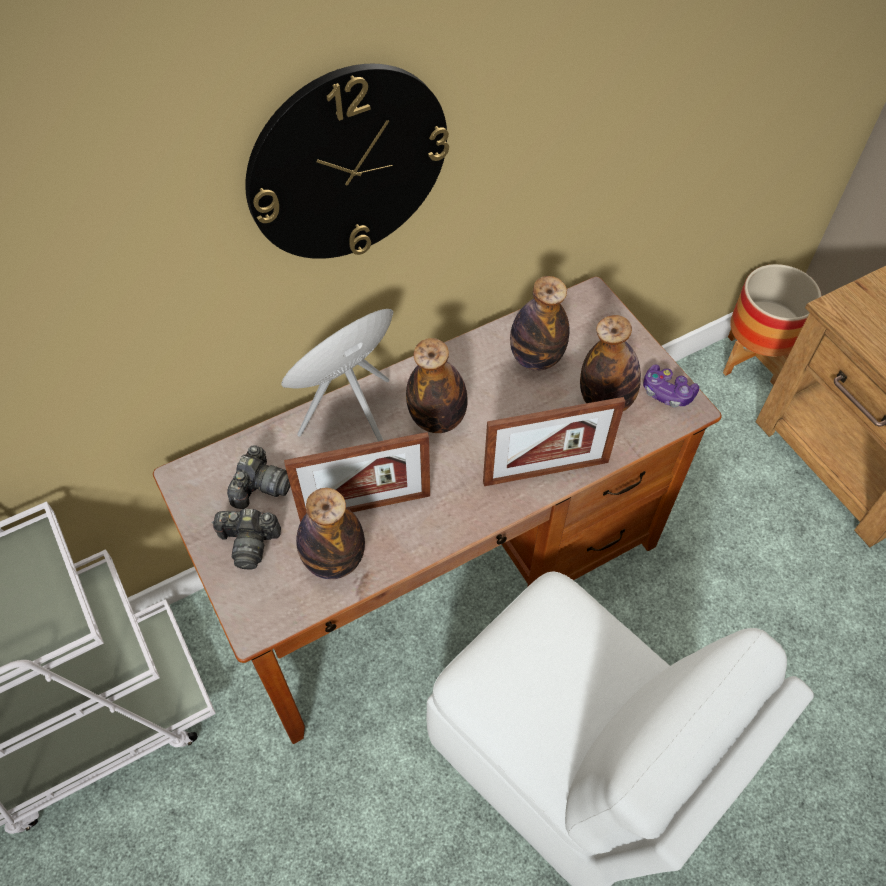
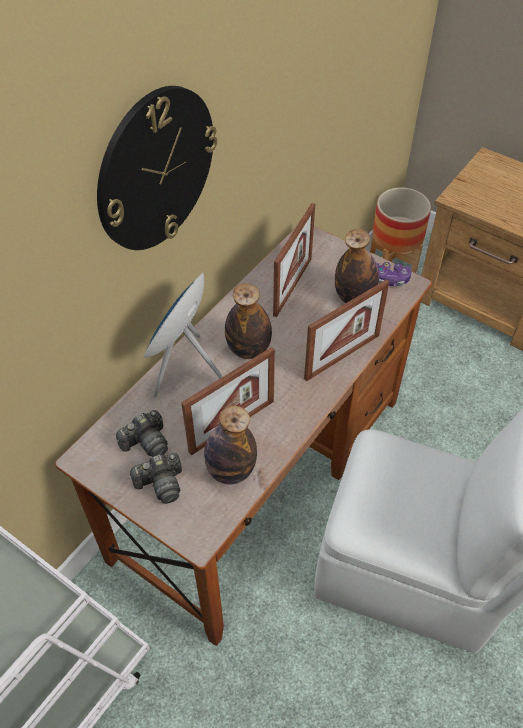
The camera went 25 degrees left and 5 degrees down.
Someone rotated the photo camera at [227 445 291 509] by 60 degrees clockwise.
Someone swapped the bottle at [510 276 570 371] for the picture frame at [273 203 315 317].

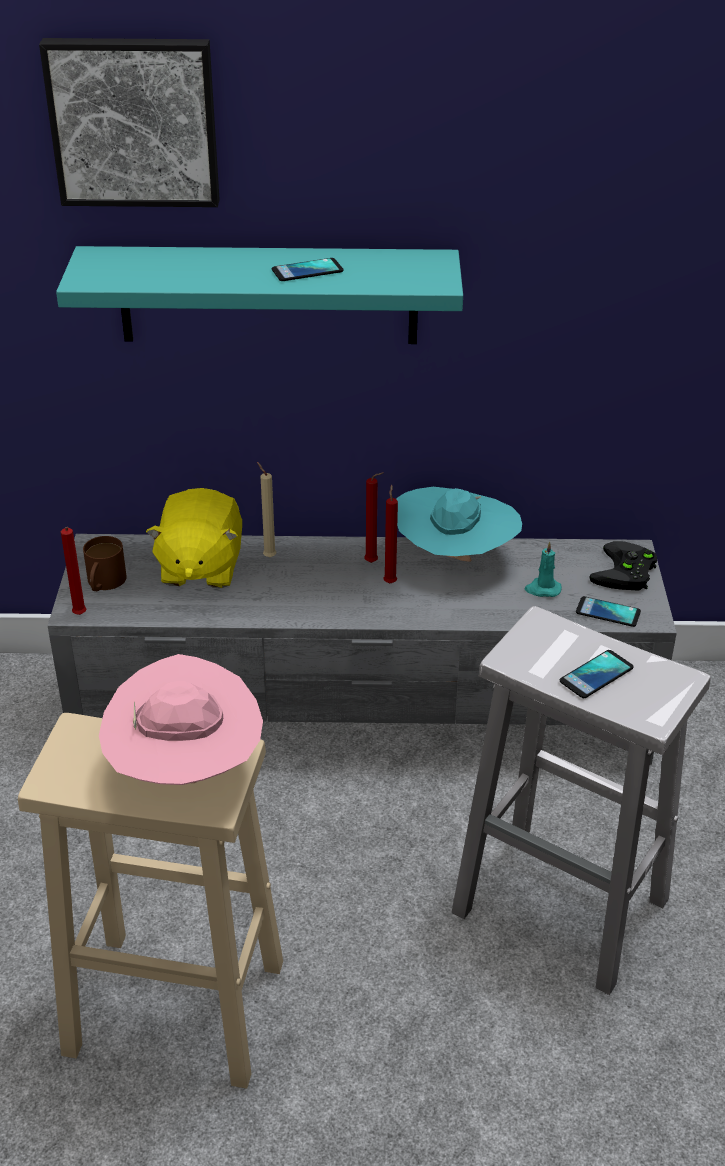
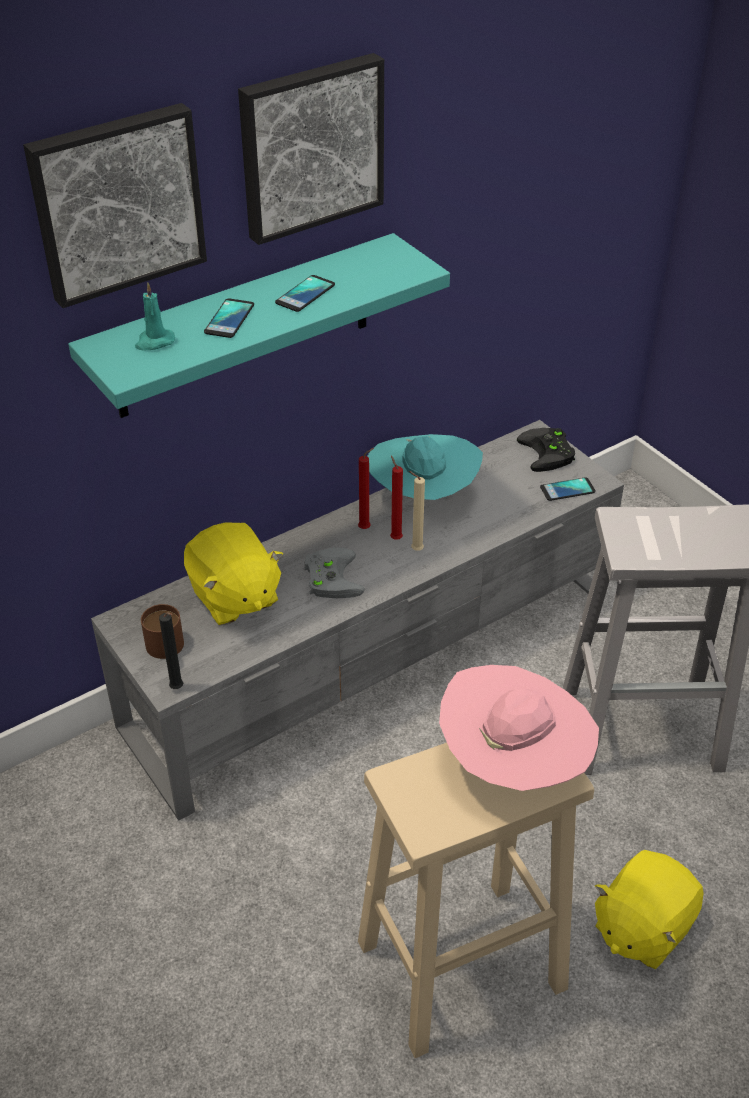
The camera went 35 degrees left and 5 degrees up.
Someone carried the turquoise candle from [525 541 562 597] to [135 283 175 351].
Someone repainted the red candle at [61 527 86 615], which became the black candle at [159 612 183 689].
Someone carried the phone from [560 650 634 698] to [204 298 254 338].
Someone put up the picture at [238 53 384 245].
Someone put down the grey game controller at [304 547 365 598].
Someone carried the beige candle from [257 462 276 557] to [409 471 425 551].
Someone put down the yellow plush toy at [595 850 704 969].

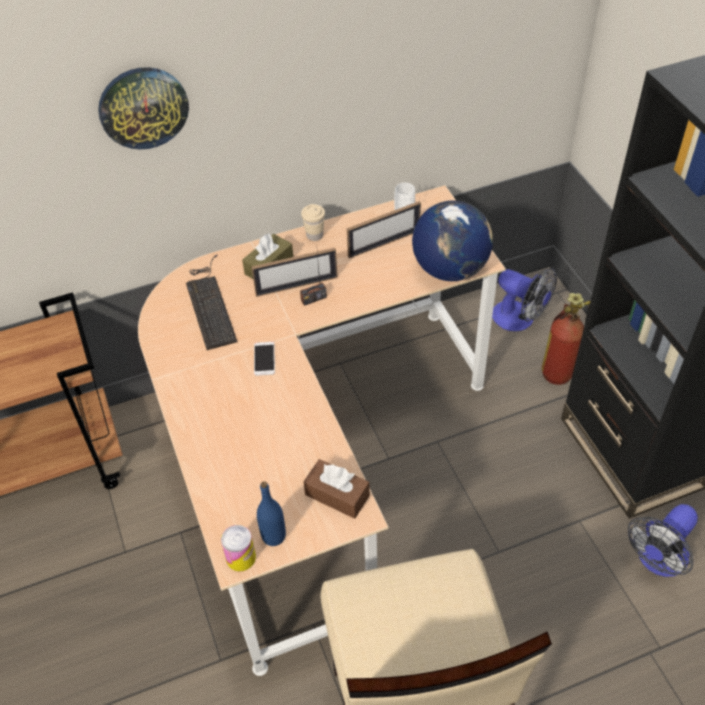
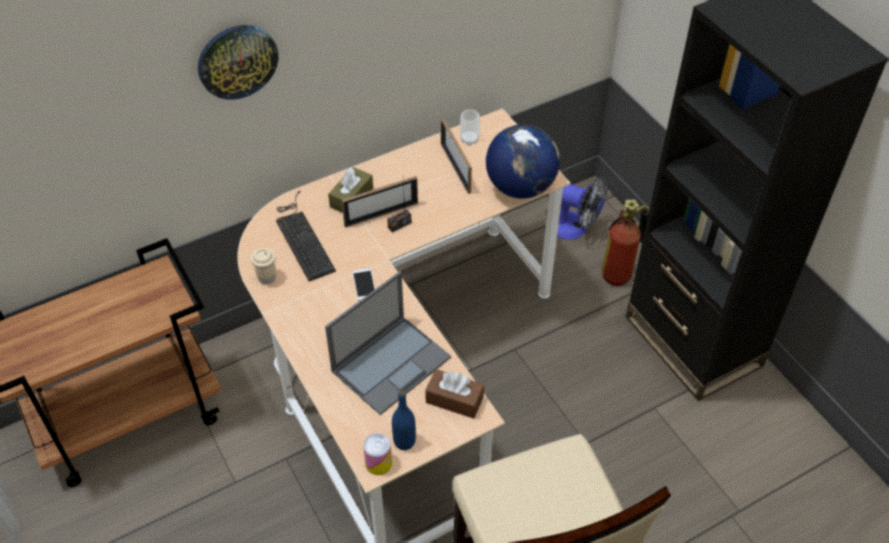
The camera went 10 degrees left and 0 degrees up.
Someone carried the beige cup from [301 204 325 241] to [251 248 276 284].
Someone put down the laptop at [325 271 451 415].
Someone rotated the picture frame at [347 201 421 259] by 105 degrees clockwise.
Someone took away the fan at [628 504 698 577].

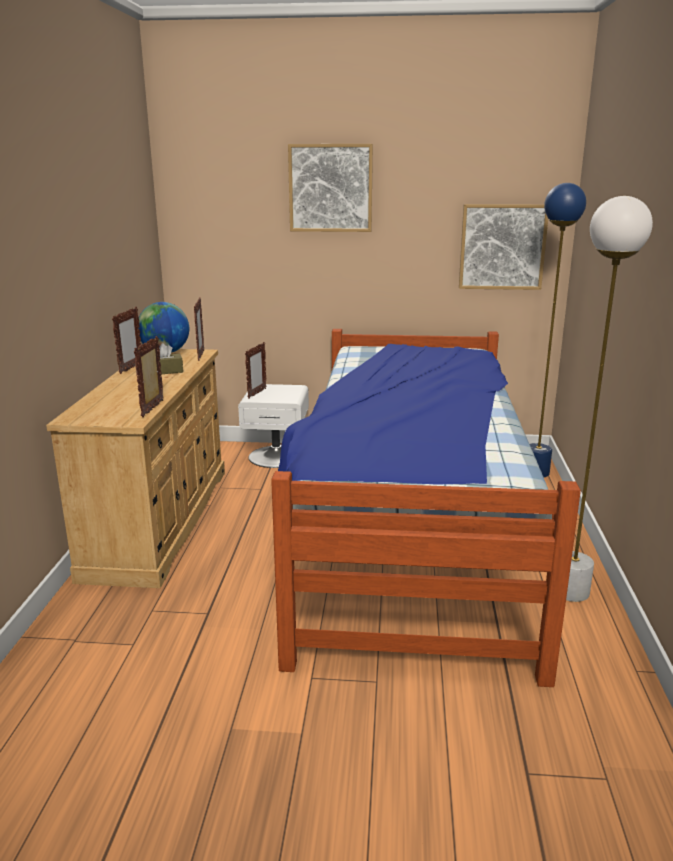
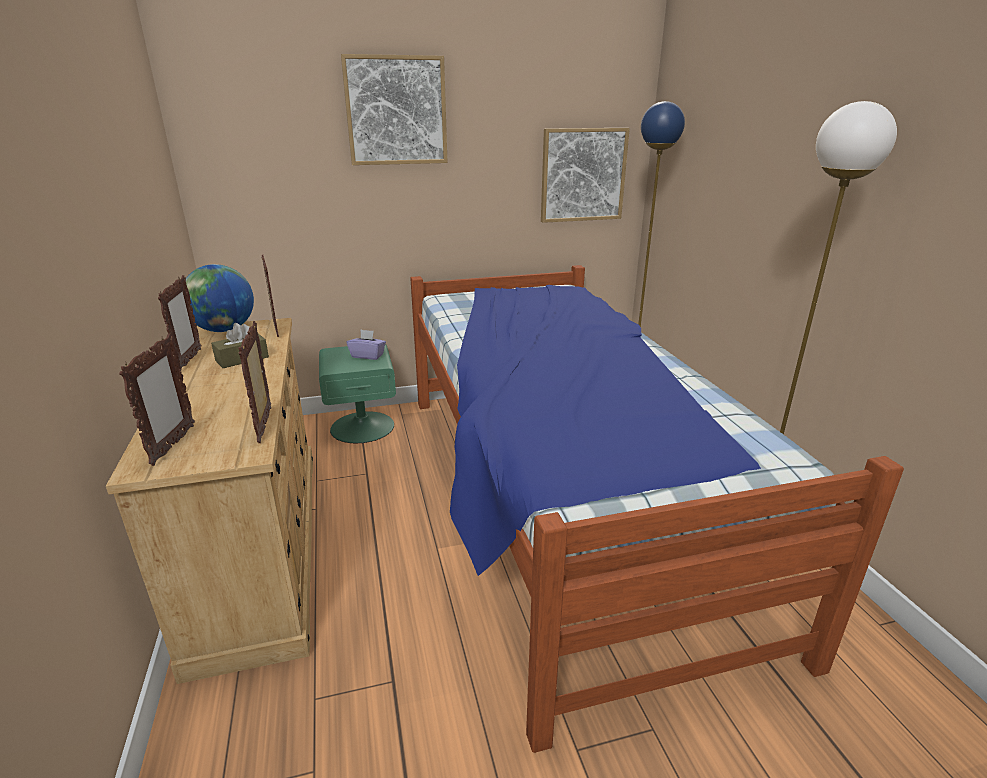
The camera went 20 degrees left and 5 degrees up.
Someone carried the picture frame from [245 342 267 399] to [119 334 195 466].
Someone repainted the white nightstand at [238 384 309 468], which became the green nightstand at [319 344 396 443].
Someone put down the purple tissue box at [347 330 386 360].

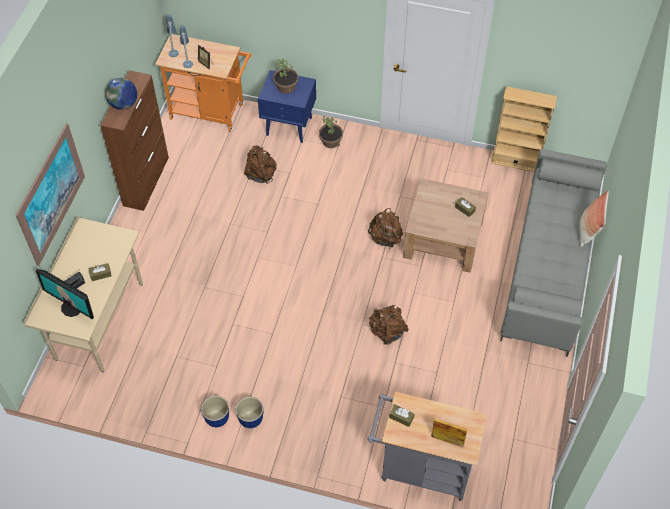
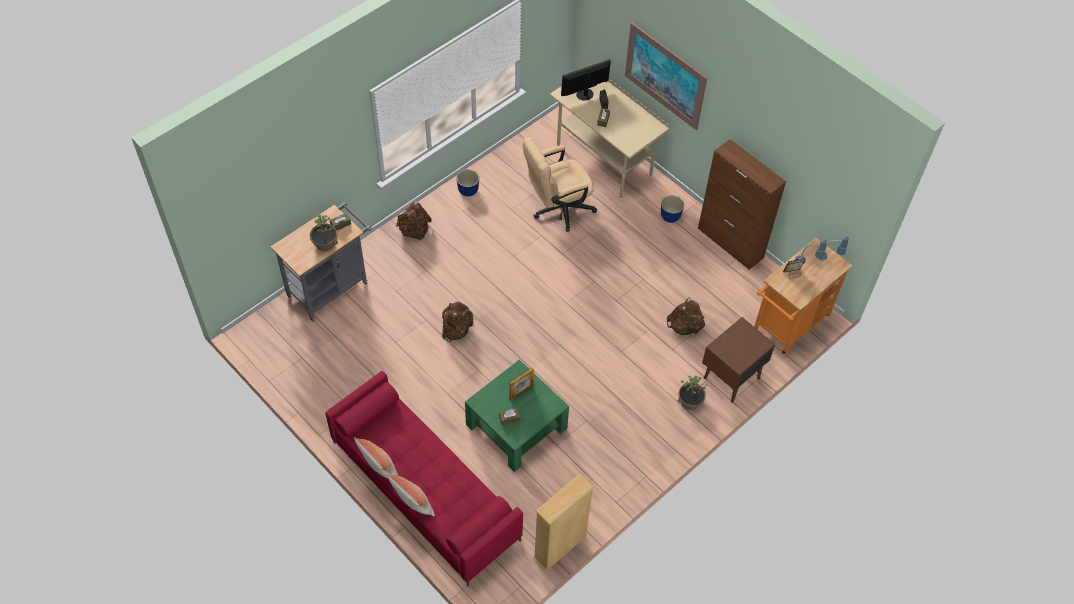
The camera went 120 degrees right and 0 degrees up.
Someone carried the potted plant from [273 58 299 94] to [310 213 338 251].
Someone repainted the grey sofa at [500 149 607 357], which became the red sofa at [325 371 523 586].
Someone put down the pillow at [354 437 398 478].
Someone carried the brown backpack from [368 208 403 248] to [396 202 432 241].
Someone repainted the brown coffee table at [403 178 489 273], which became the green coffee table at [465 360 569 472].
Someone carried the picture frame from [431 419 468 447] to [509 368 534 400].
Someone put down the beige office chair at [523 137 597 232].
Someone carried the planter from [236 397 263 428] to [661 196 684 223].
Someone repainted the blue nightstand at [258 70 316 143], which became the brown nightstand at [702 317 775 403].
Someone took away the globe at [105 78 137 110].

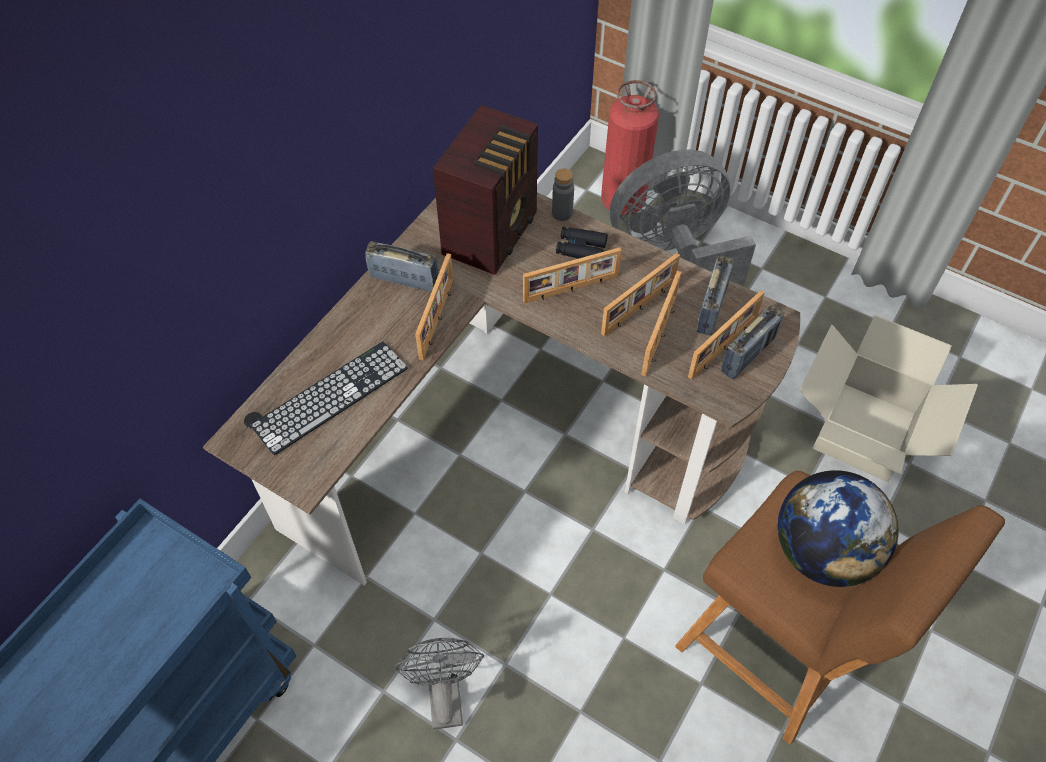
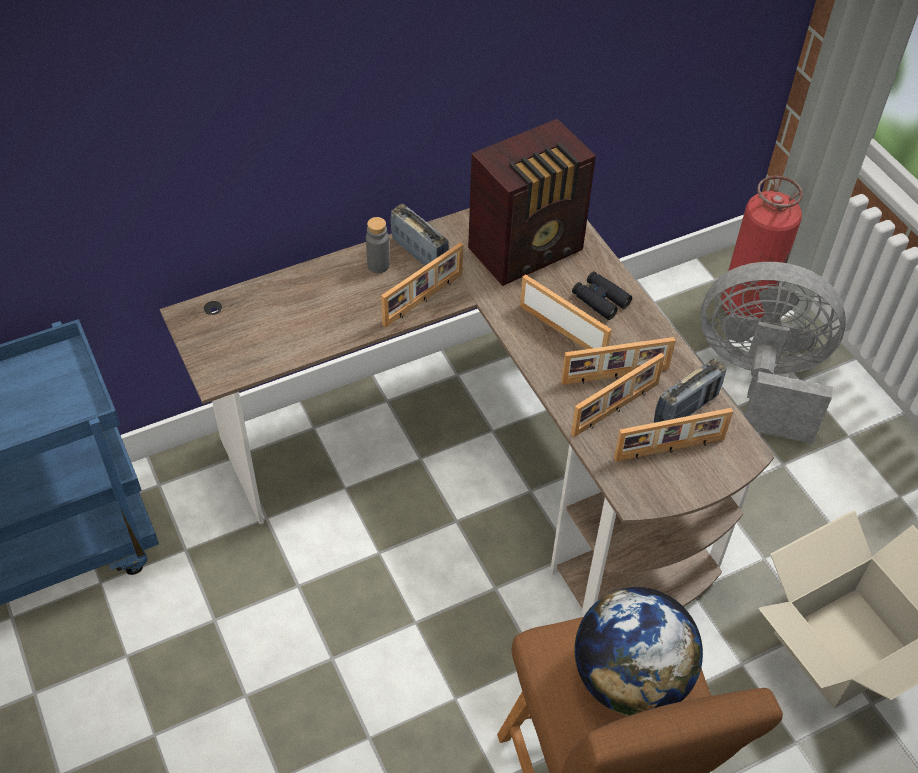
The camera went 30 degrees right and 5 degrees down.
Someone carried the grey bottle from [552 168 574 221] to [366 217 390 273].
Someone rotated the picture frame at [523 247 622 304] by 150 degrees counterclockwise.
Someone took away the keyboard at [250 342 408 456].
Someone took away the grey fan at [394 638 484 730].
Someone took away the radio at [721 305 784 379].

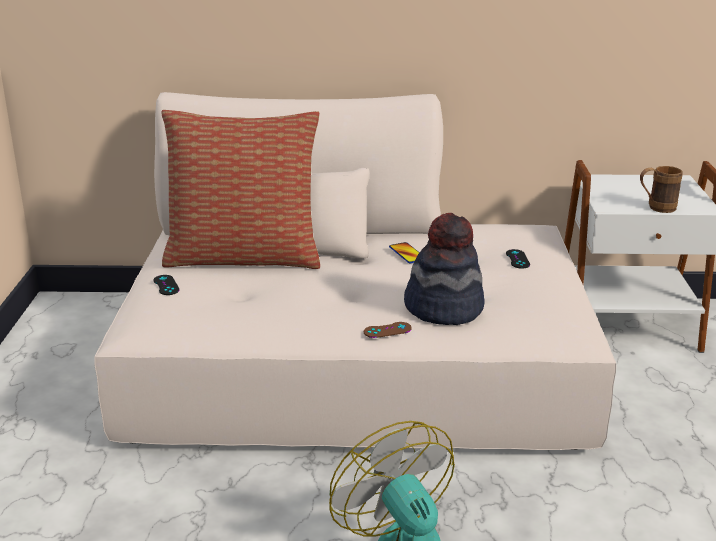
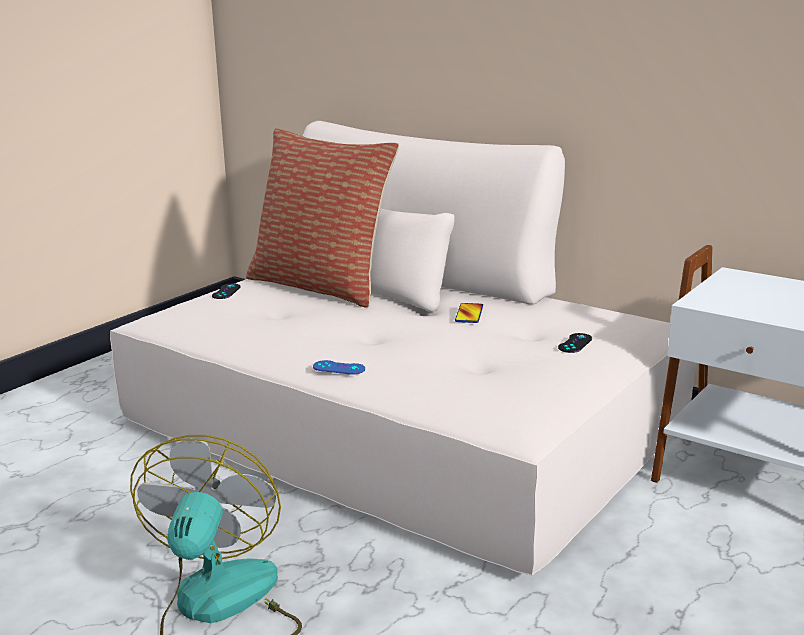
The camera went 35 degrees right and 5 degrees down.
Someone repainted the brown game controller at [364 322 412 338], which became the blue game controller at [313 360 365 375].
Someone took away the hat at [404 213 485 325].
Someone took away the brown mug at [640 166 683 213].

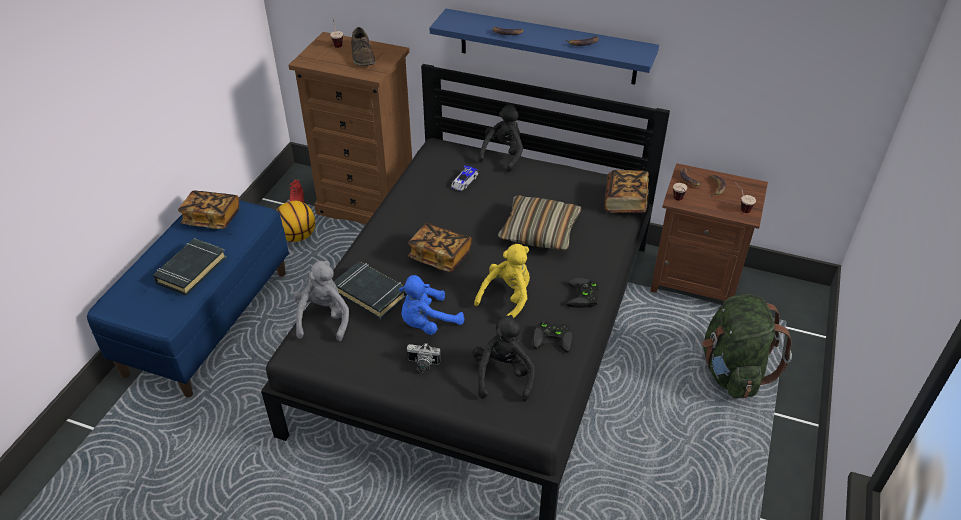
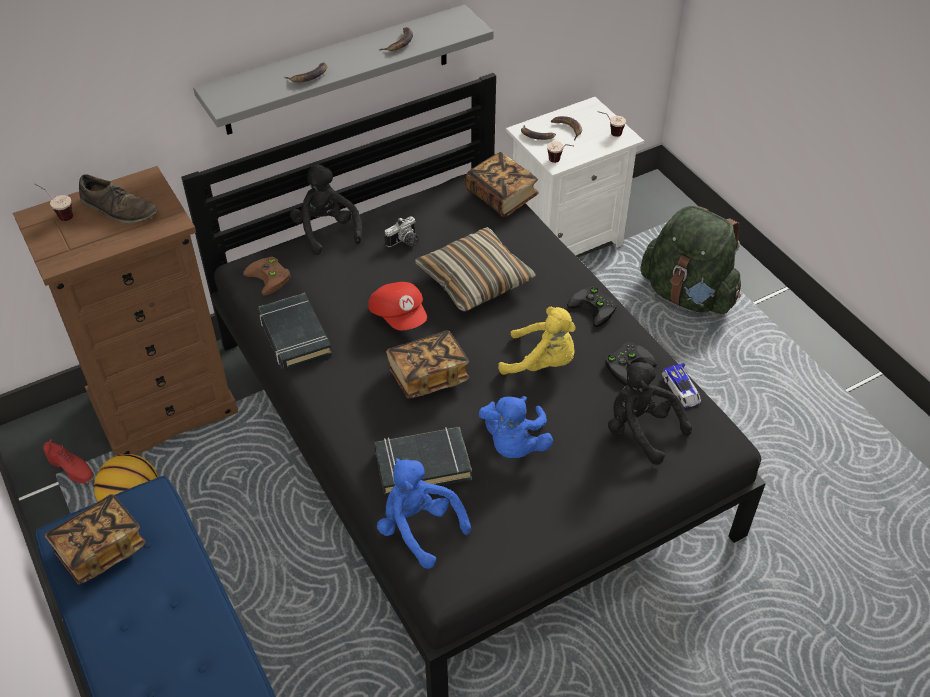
The camera went 50 degrees left and 5 degrees up.
Someone repainted the blue shelf at [429 9 659 85], which became the grey shelf at [193 4 494 135].
Someone put down the brown game controller at [243 257 291 296].
Someone carried the black book from [153 238 226 296] to [258 293 332 370].
Someone put down the red cap at [368 282 427 330].
Someone repainted the grey plush toy at [294 260 349 341], which became the blue plush toy at [377 458 471 569].
Someone carried the photo camera from [407 343 441 373] to [384 217 418 247].
Someone rotated the yellow plush toy at [474 244 530 318] by 120 degrees clockwise.
Someone repainted the brown nightstand at [650 163 768 301], which became the white nightstand at [506 97 644 256].
Someone carried the toy car from [451 165 479 191] to [662 363 701 407].

